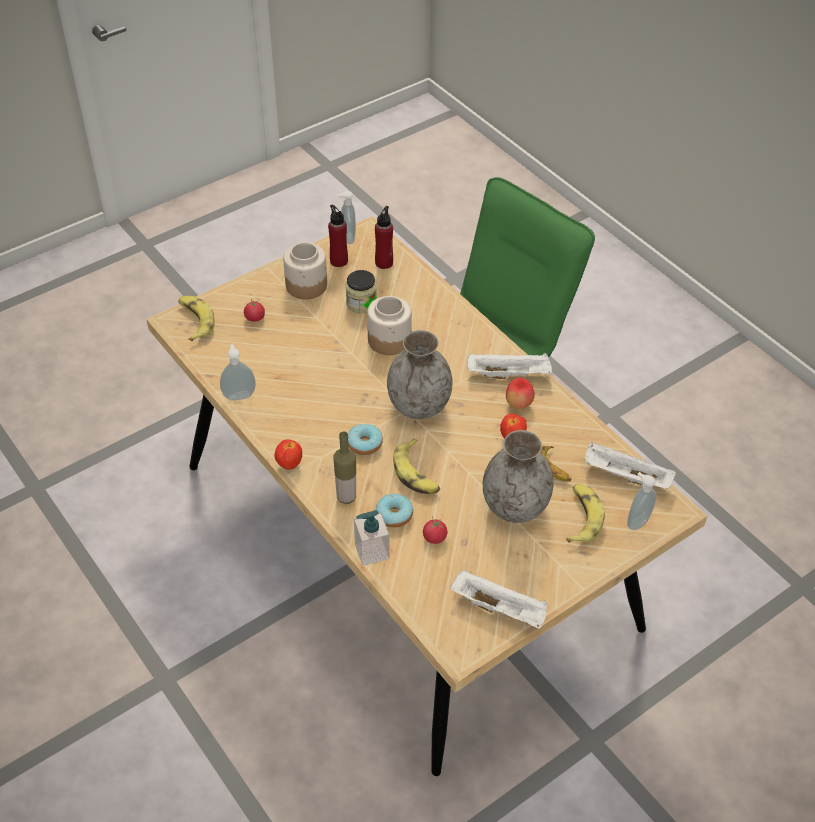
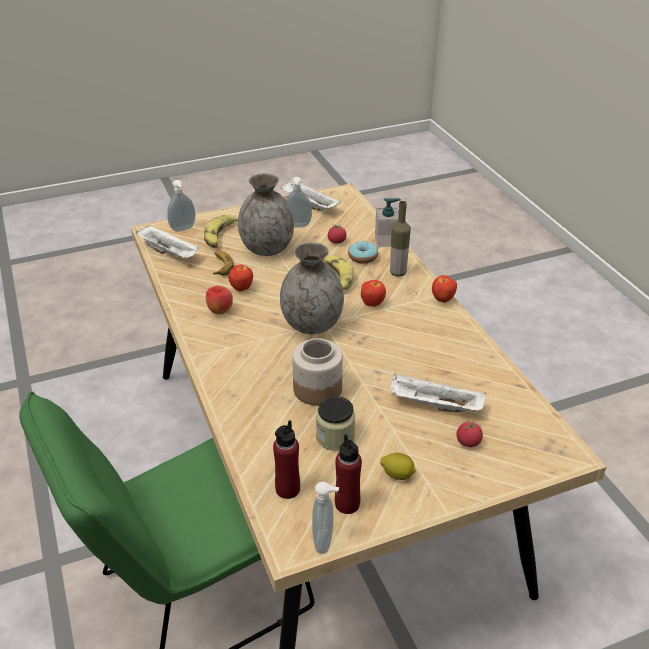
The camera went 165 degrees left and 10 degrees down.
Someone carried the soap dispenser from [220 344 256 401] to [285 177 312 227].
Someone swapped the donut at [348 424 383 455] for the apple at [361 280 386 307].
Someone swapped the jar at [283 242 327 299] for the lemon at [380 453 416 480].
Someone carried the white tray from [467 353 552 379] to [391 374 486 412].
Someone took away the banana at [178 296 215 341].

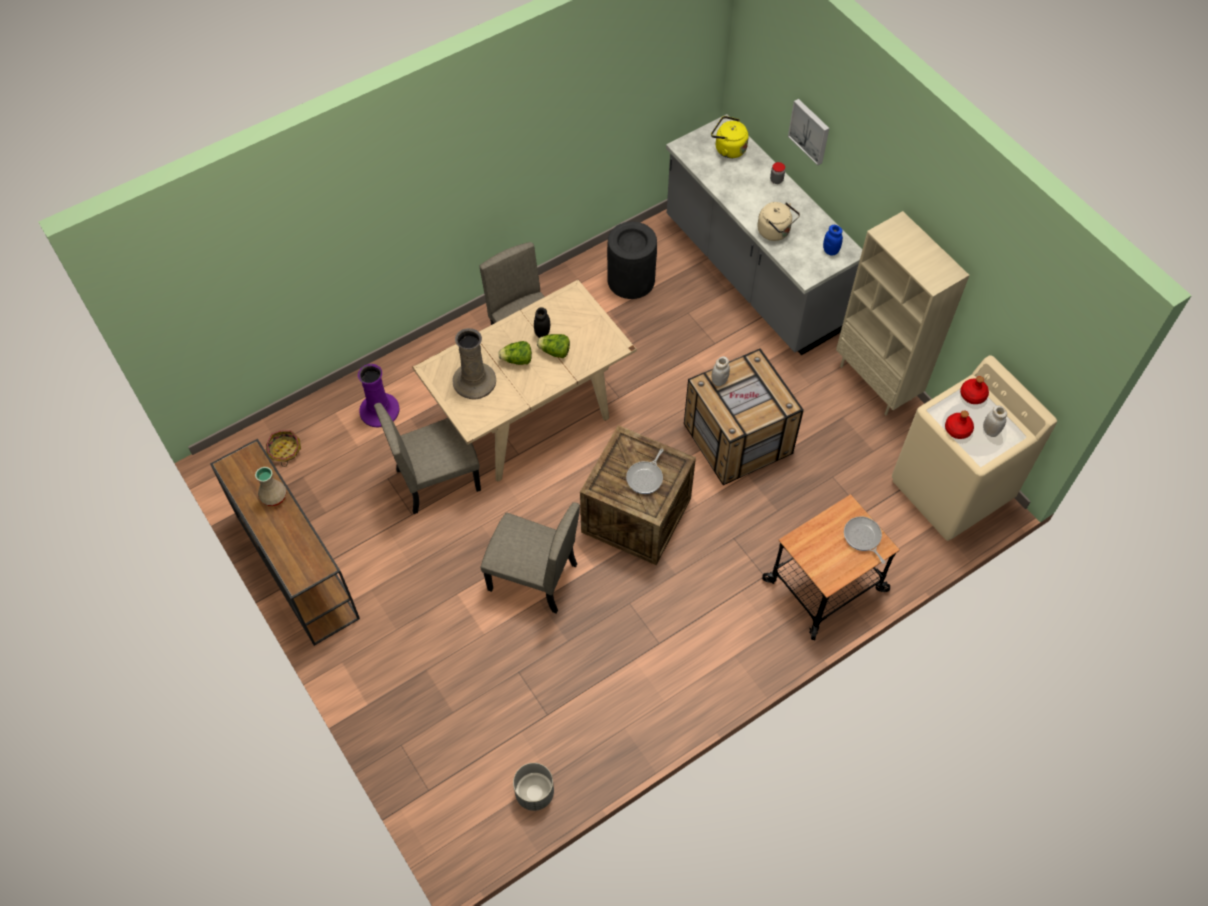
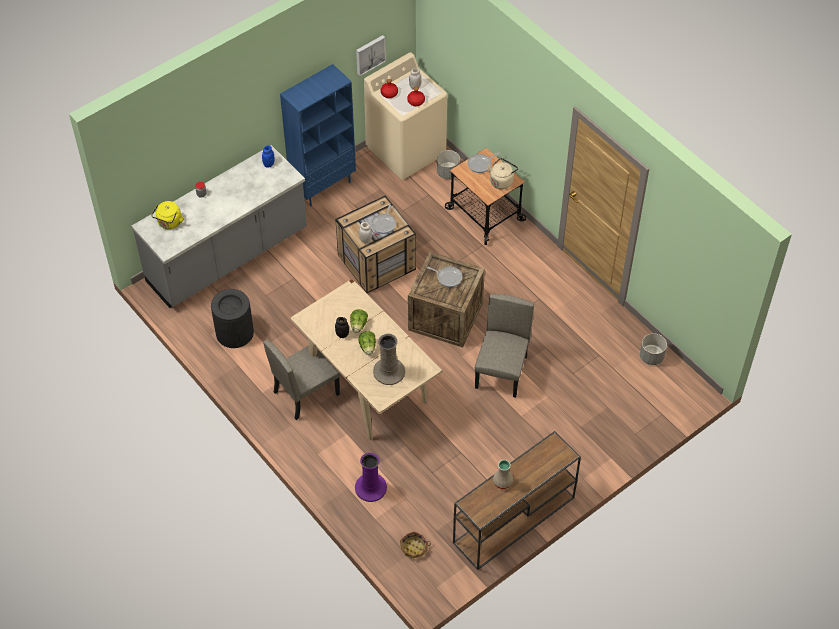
The camera went 95 degrees left and 5 degrees down.
Someone repainted the beige bookcase at [836 211 970 415], which became the blue bookcase at [280 64 356 206].
Someone carried the picture from [788 99 829 166] to [356 35 386 76].
Someone put down the frying pan at [371 204 396 234].
Someone put down the grey planter at [437 150 460 179].
Someone carried the beige kettle from [757 202 800 241] to [488 158 518 189].
Someone took away the beige chair at [374 403 481 514].

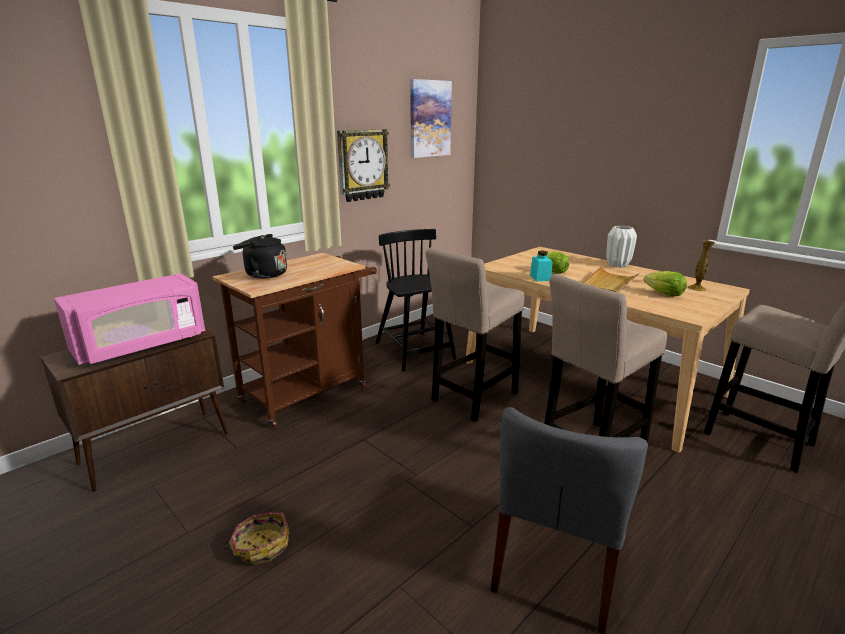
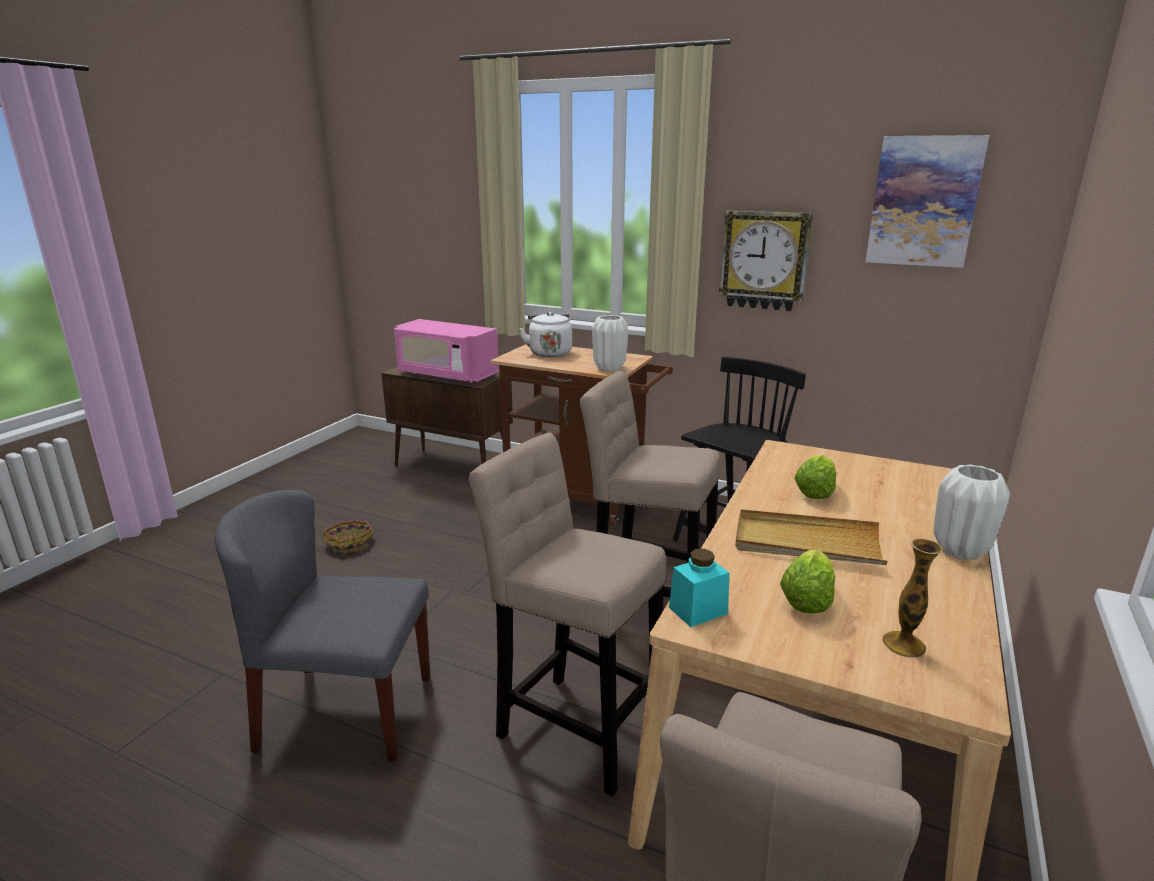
The camera went 70 degrees right and 0 degrees up.
Someone repainted the black kettle at [233 234 287 279], which became the white kettle at [519 312 572 357].
Someone put down the white vase at [592 315 628 372].
Someone carried the turquoise jar from [530 251 552 281] to [669 549 729 627].

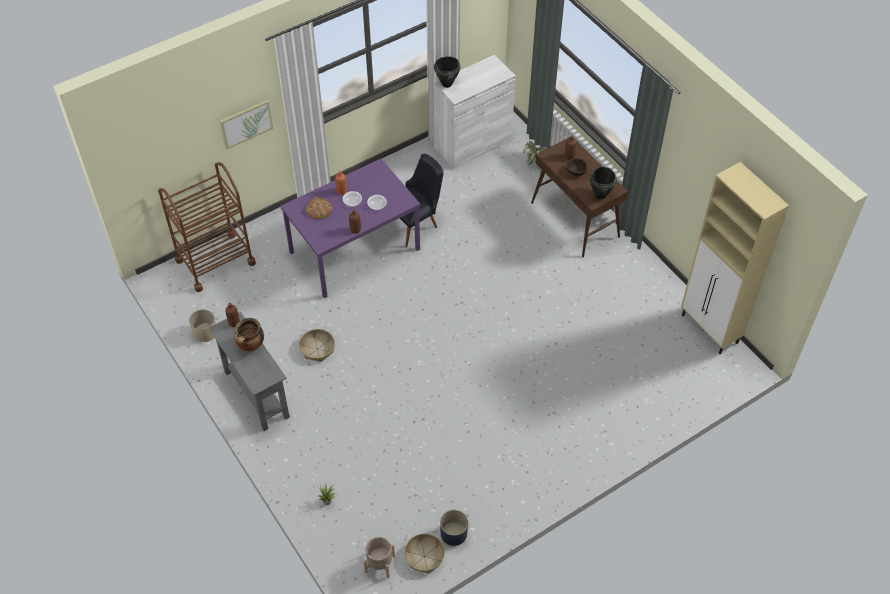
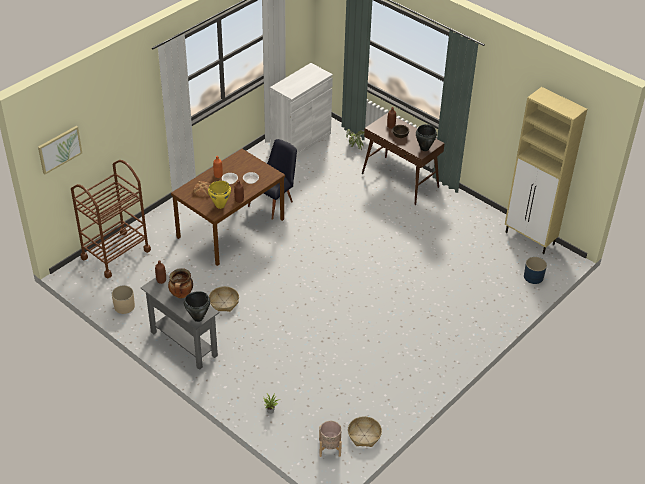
The camera went 15 degrees left and 10 degrees down.
Someone carried the picture from [220 100 273 150] to [38 126 82 174].
Someone repainted the purple dining table at [280 159 420 299], which became the brown dining table at [171 149 285 266].
Someone carried the black cooking pot from [434 56 460 88] to [184 291 210 322].
Someone put down the yellow cooking pot at [208 181 231 209].
Someone carried the blue planter from [440 510 468 546] to [524 257 547 284].

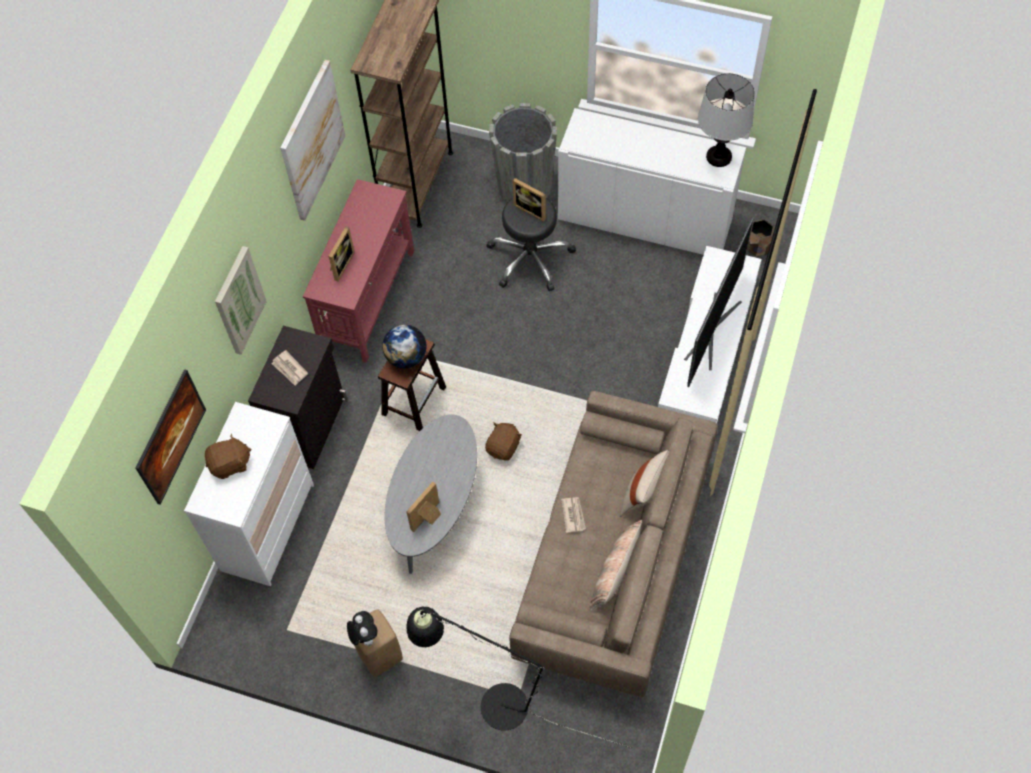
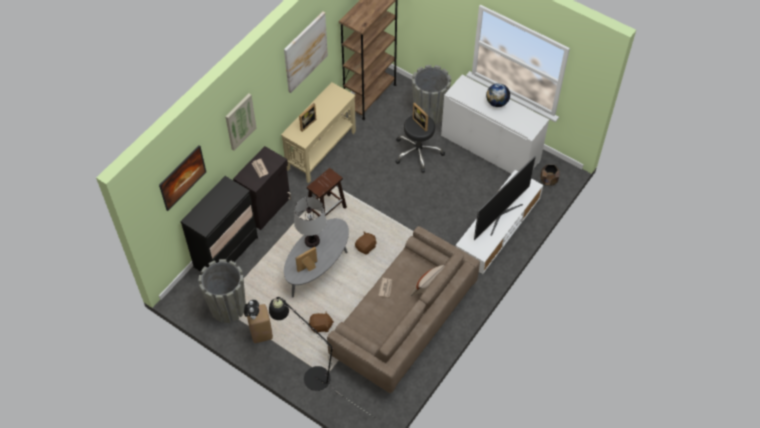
The camera went 15 degrees right and 5 degrees down.
Someone repainted the white dresser at [184 402 314 586], which became the black dresser at [180 176 258 272].
Someone put down the grey planter at [198 259 246 323].
Someone repainted the red console table at [303 179 414 363], which became the beige console table at [281 82 356 183].
Someone carried the table lamp from [698 73 755 167] to [294 197 327 248].
Someone carried the brown plush toy from [205 434 251 479] to [309 312 334 333].
Someone carried the globe from [382 324 427 368] to [486 83 510 107].
Someone took away the pillow at [590 520 642 612].

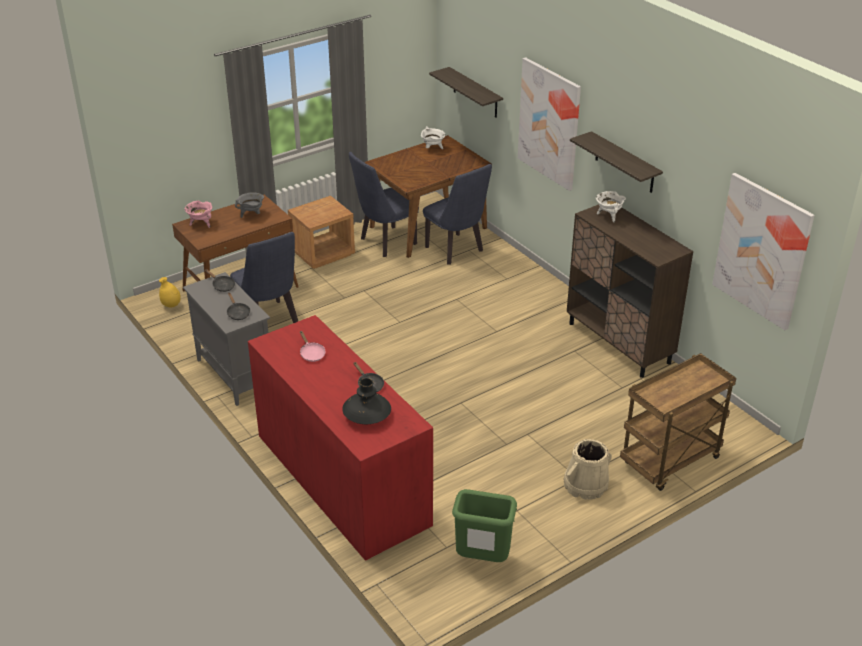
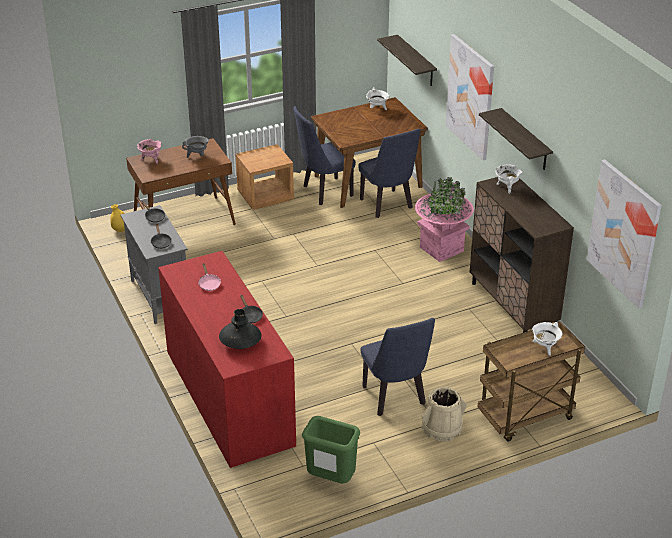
The camera went 10 degrees right and 0 degrees up.
Someone carried the blue chair from [230 232 298 323] to [361 318 435 416].
Someone put down the pink planter at [415 177 474 262].
Someone put down the white cooking pot at [532 322 562 356].

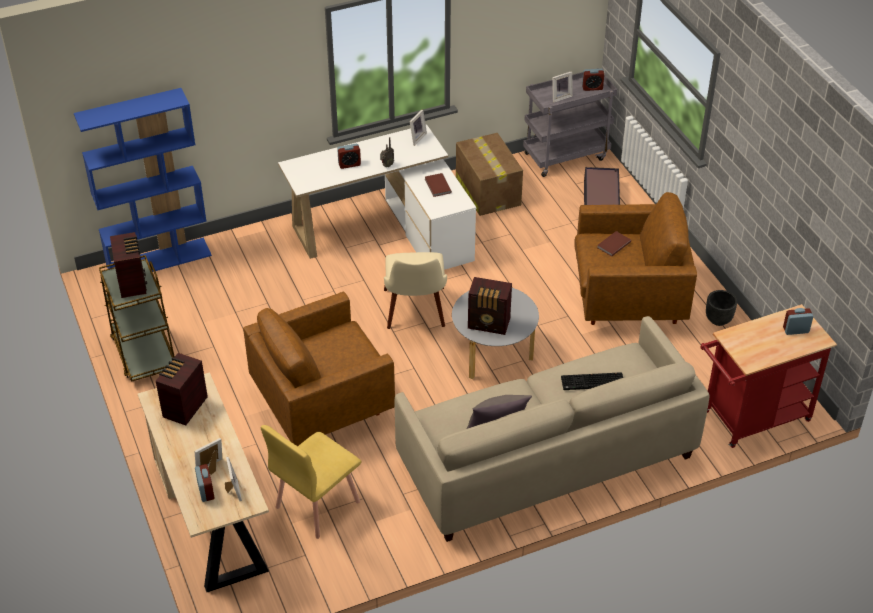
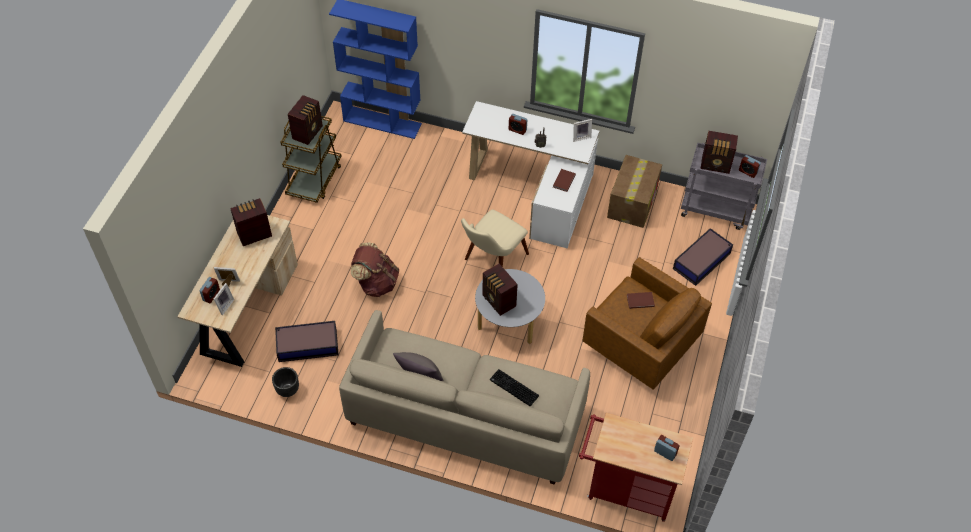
The camera went 40 degrees right and 10 degrees up.
Someone carried the black planter from [706 290 737 326] to [272 367 299 397].
Someone swapped the yellow chair at [261 425 361 539] for the storage box at [275 321 339 362].
Someone swapped the brown armchair at [243 292 395 446] for the brown backpack at [351 242 399 297].
Someone swapped the picture frame at [552 71 573 102] for the radio at [700 131 738 174].

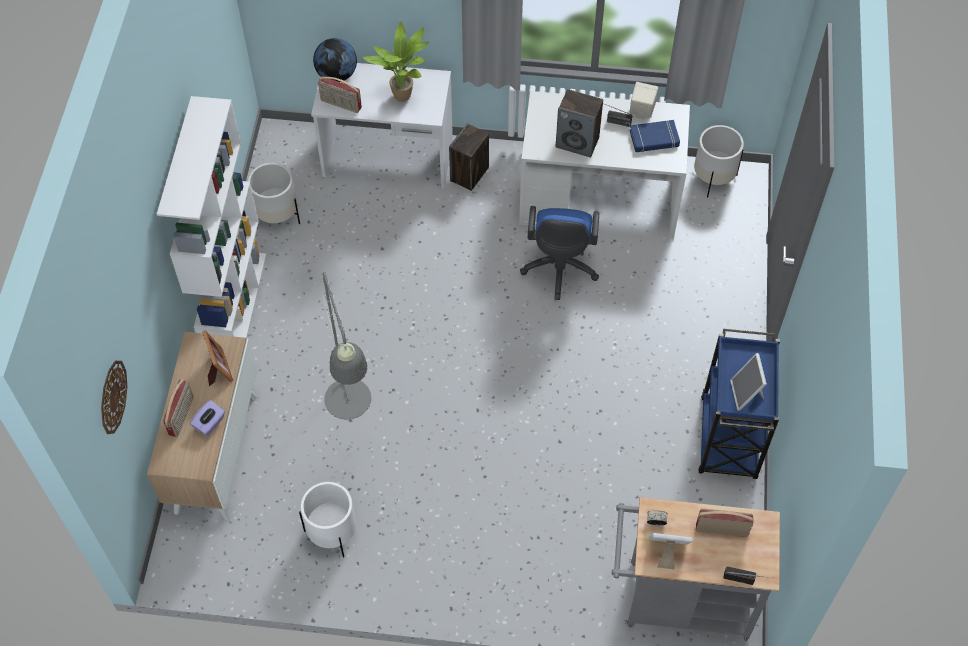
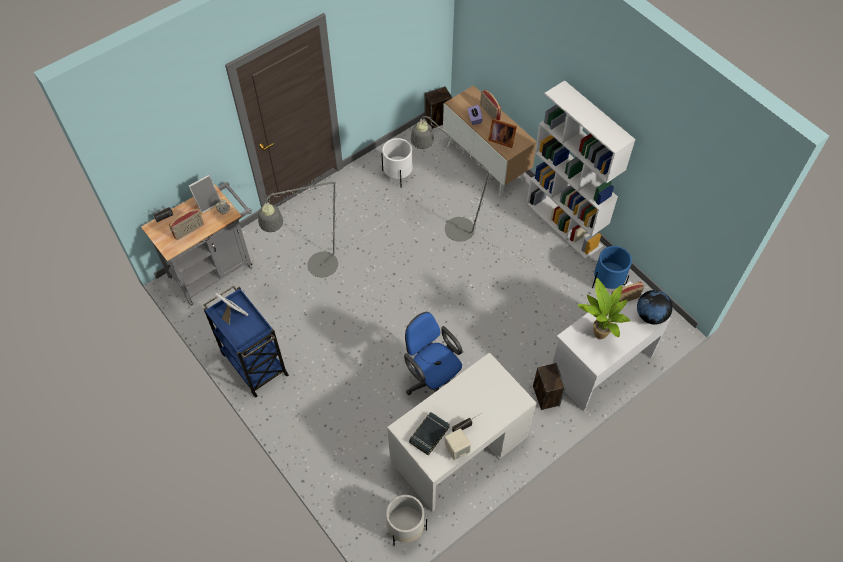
The camera went 135 degrees right and 0 degrees up.
Someone put down the grey floor lamp at [258 182 387 278].
Someone repainted the blue book at [630 120 680 152], which became the black book at [409 412 450 456].
Someone carried the speaker from [556 89 603 157] to [424 86 452 129].
Someone repainted the white planter at [248 163 300 229], which became the blue planter at [592 246 632 289].
Someone took away the wall clock at [101 361 127 434].

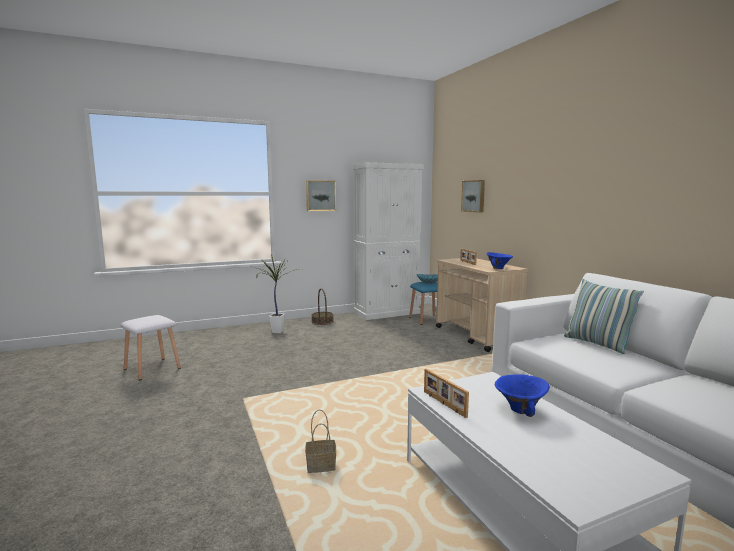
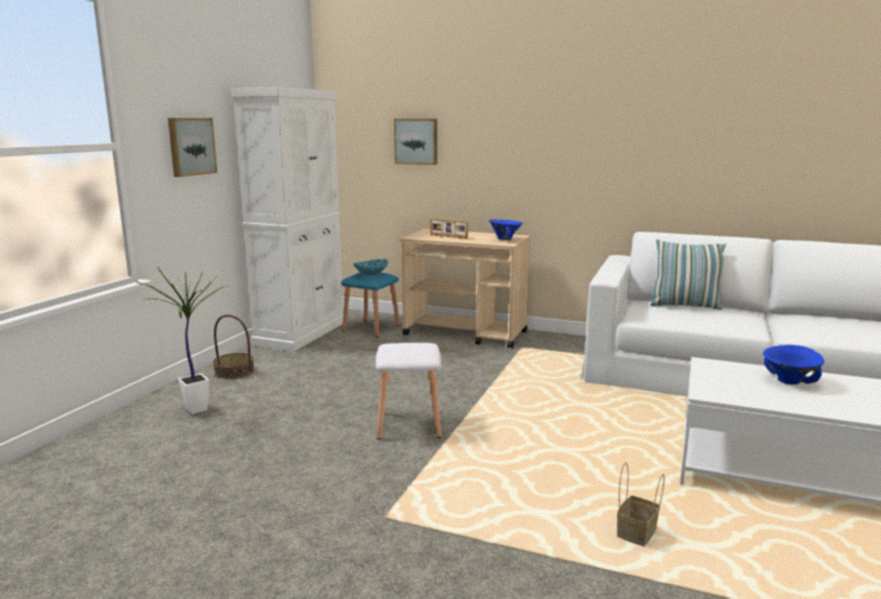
The camera went 45 degrees left and 5 degrees up.
Someone carried the white stool from [121 315 181 380] to [376 343 442 439].
Someone took away the picture frame at [424 369 469 418].

